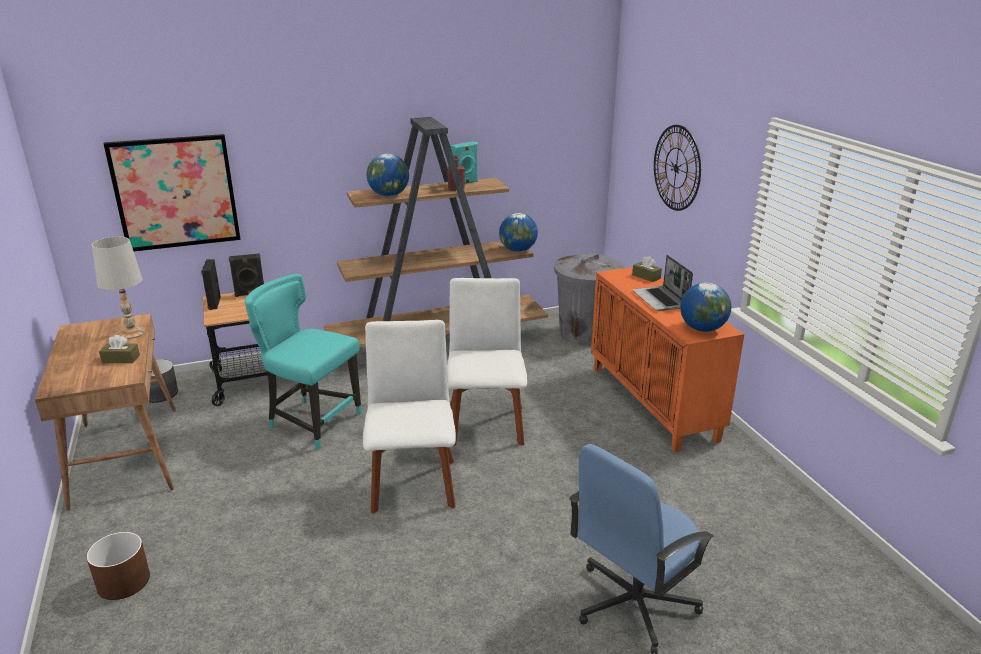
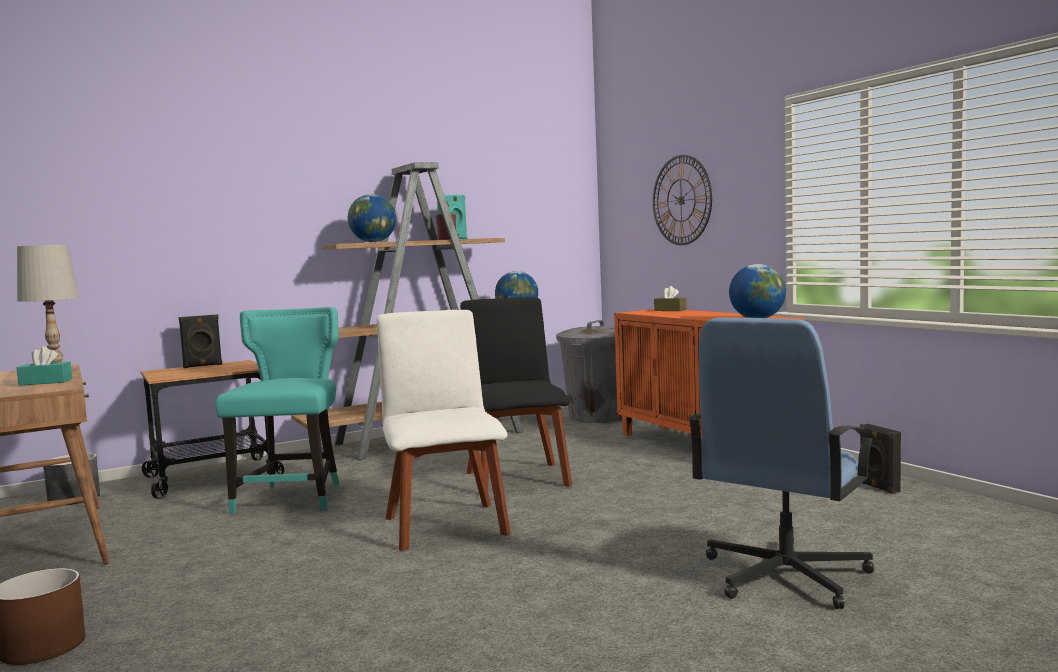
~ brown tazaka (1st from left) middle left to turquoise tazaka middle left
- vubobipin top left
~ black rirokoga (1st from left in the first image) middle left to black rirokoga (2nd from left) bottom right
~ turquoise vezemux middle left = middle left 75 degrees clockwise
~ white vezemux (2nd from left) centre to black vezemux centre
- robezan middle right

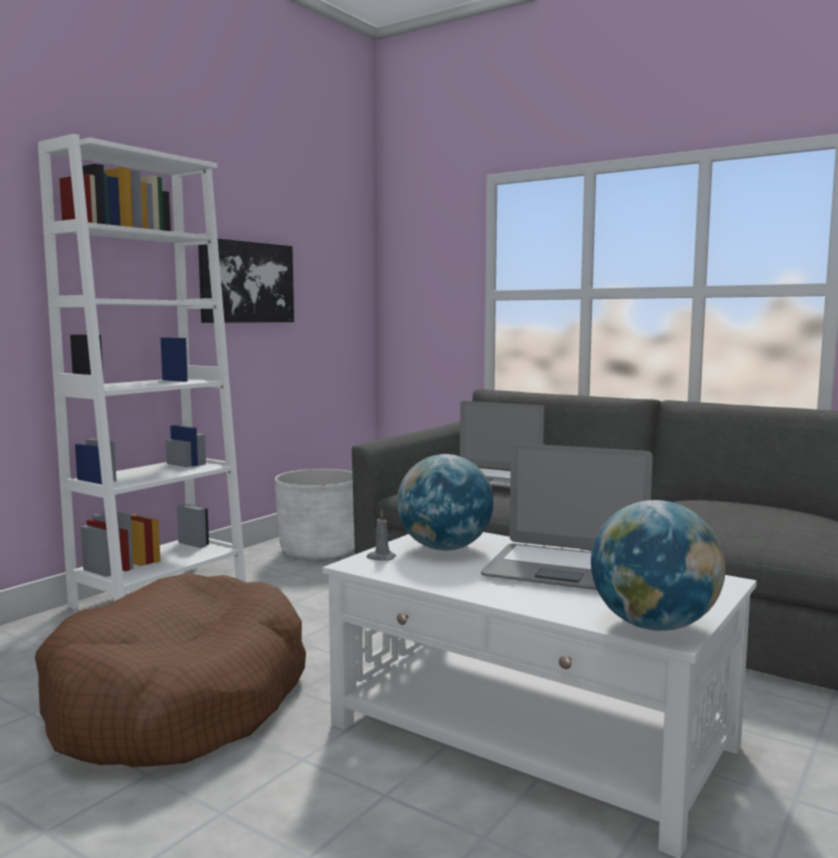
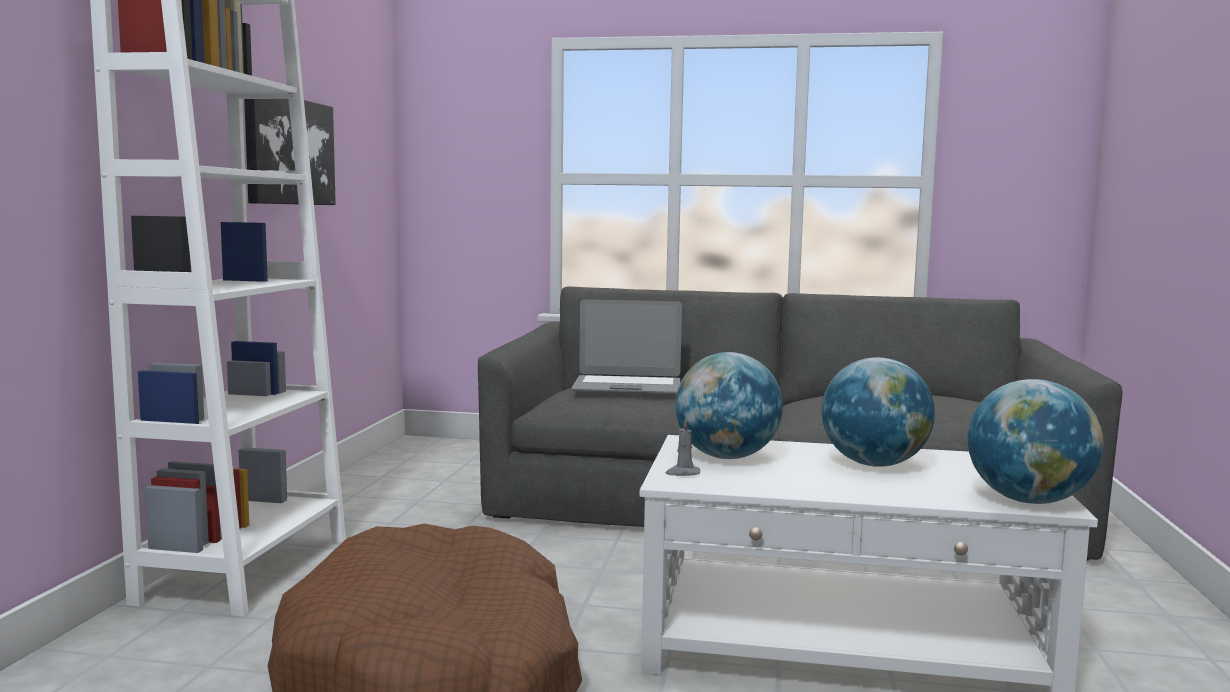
- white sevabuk centre
~ robezan (2nd from left) middle right to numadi (2nd from left) middle right

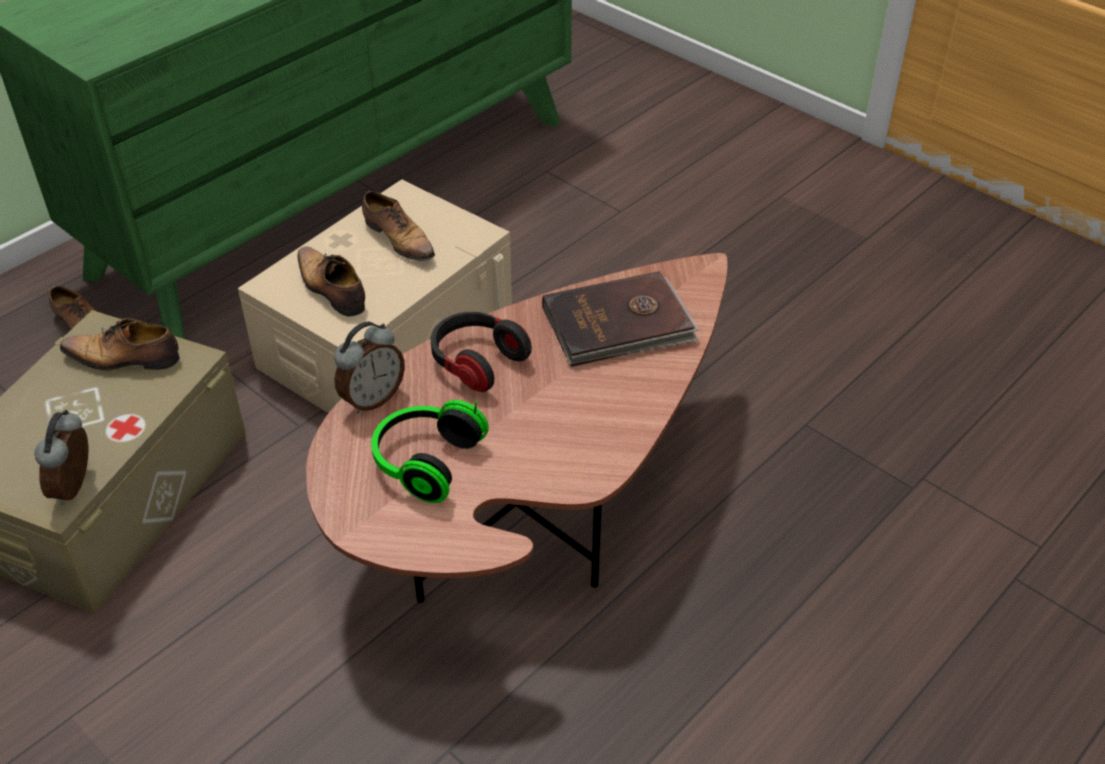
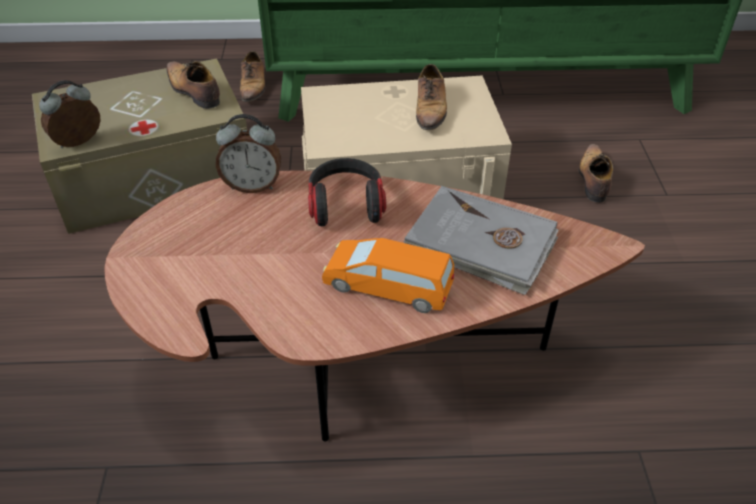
~ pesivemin (3rd from left in the first image) middle left to pesivemin (4th from left) middle right
- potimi (1st from left) centre
~ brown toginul centre to grey toginul centre
+ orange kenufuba centre

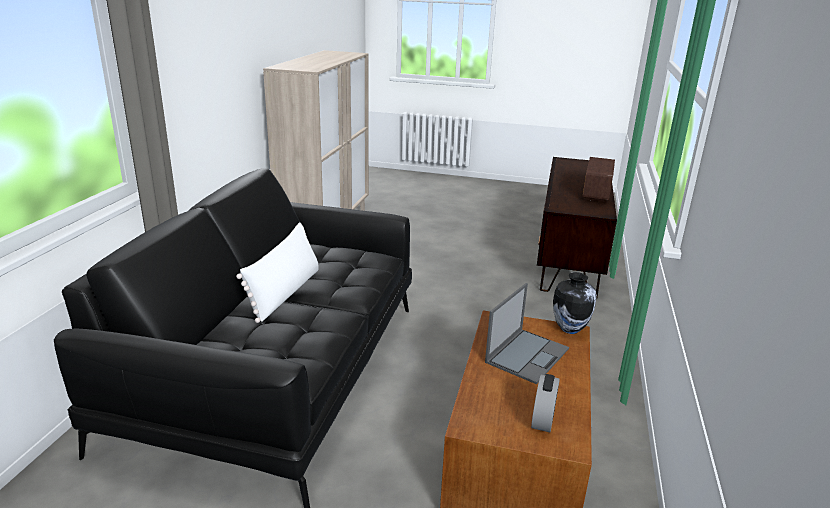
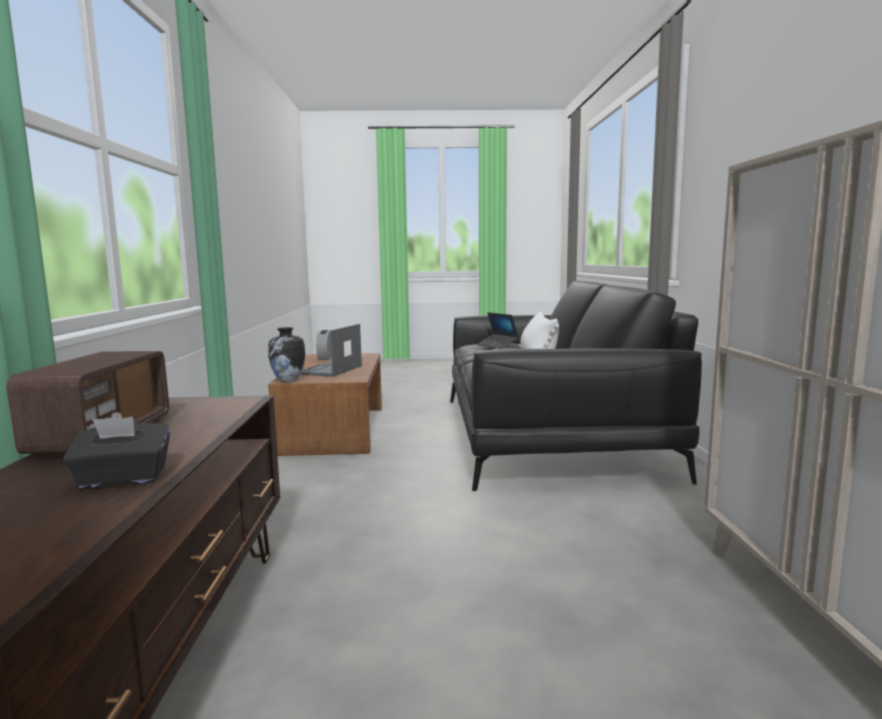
+ black tazaka middle left
+ robezan (2nd from left) centre

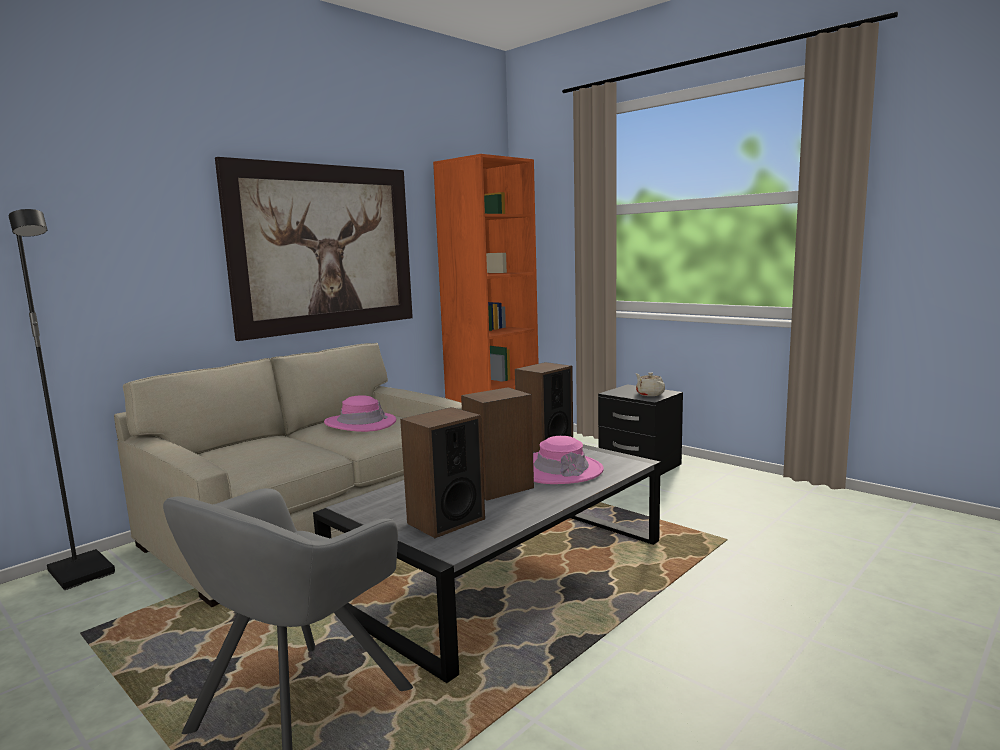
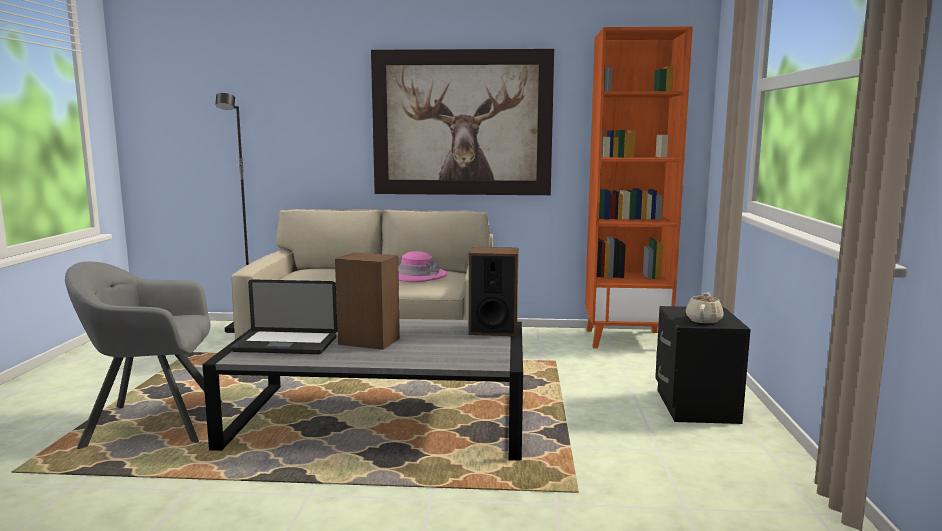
~ rirokoga (1st from left) centre to robezan middle left
- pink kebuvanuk (2nd from left) centre

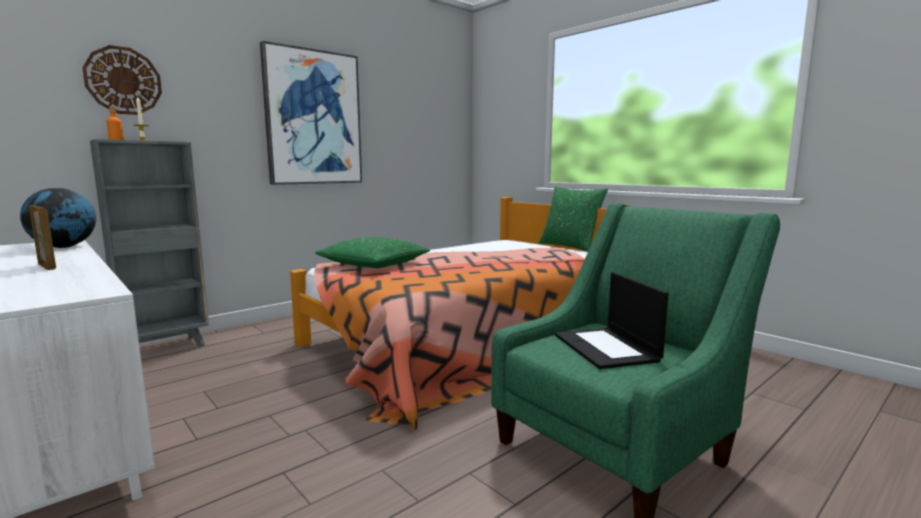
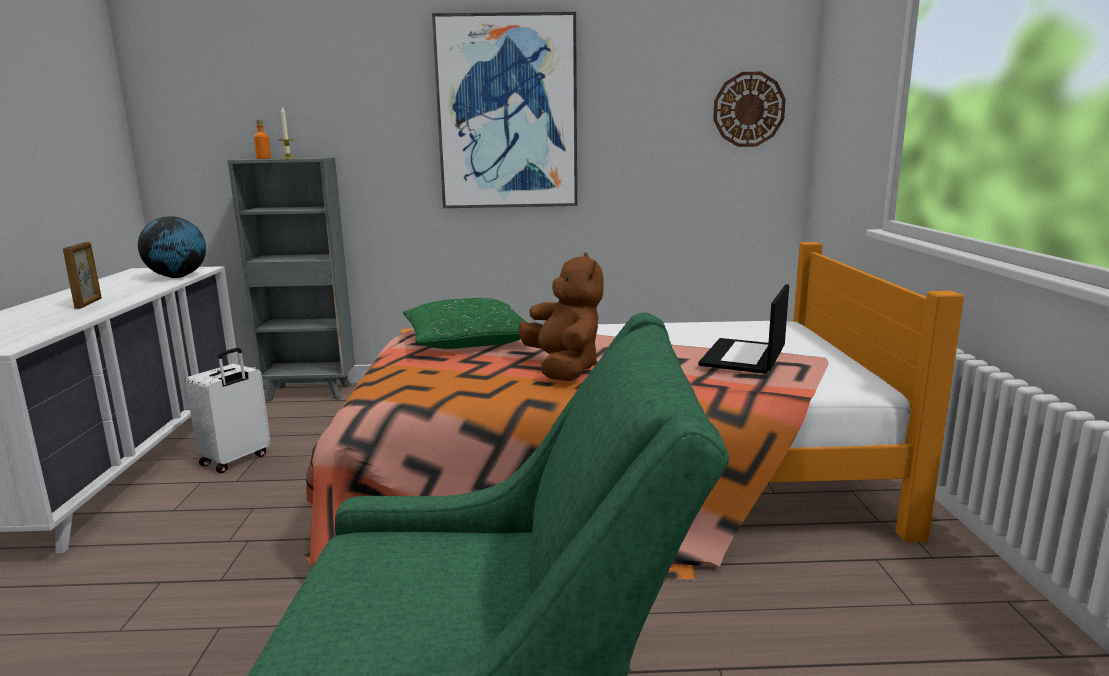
~ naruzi top left to top right
- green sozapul (2nd from left) centre
~ robezan centre to middle right
+ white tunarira middle left
+ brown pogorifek centre

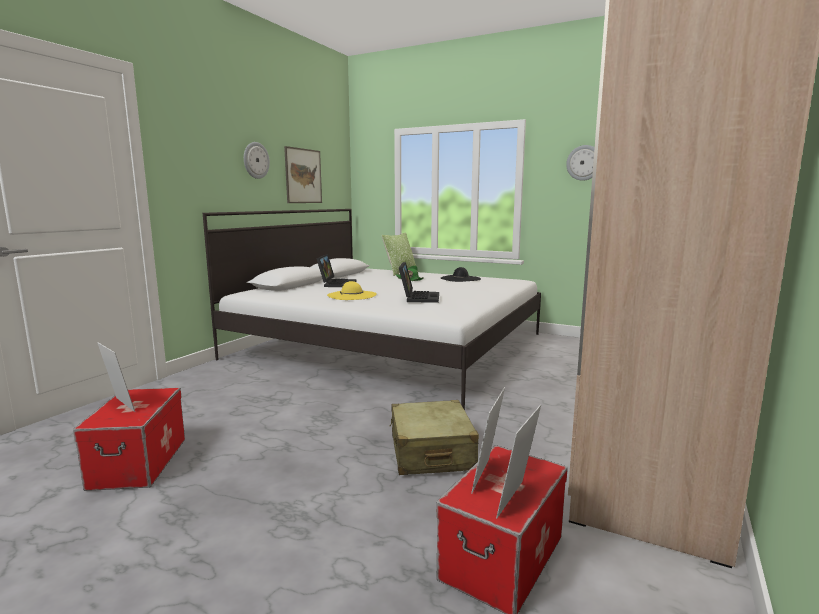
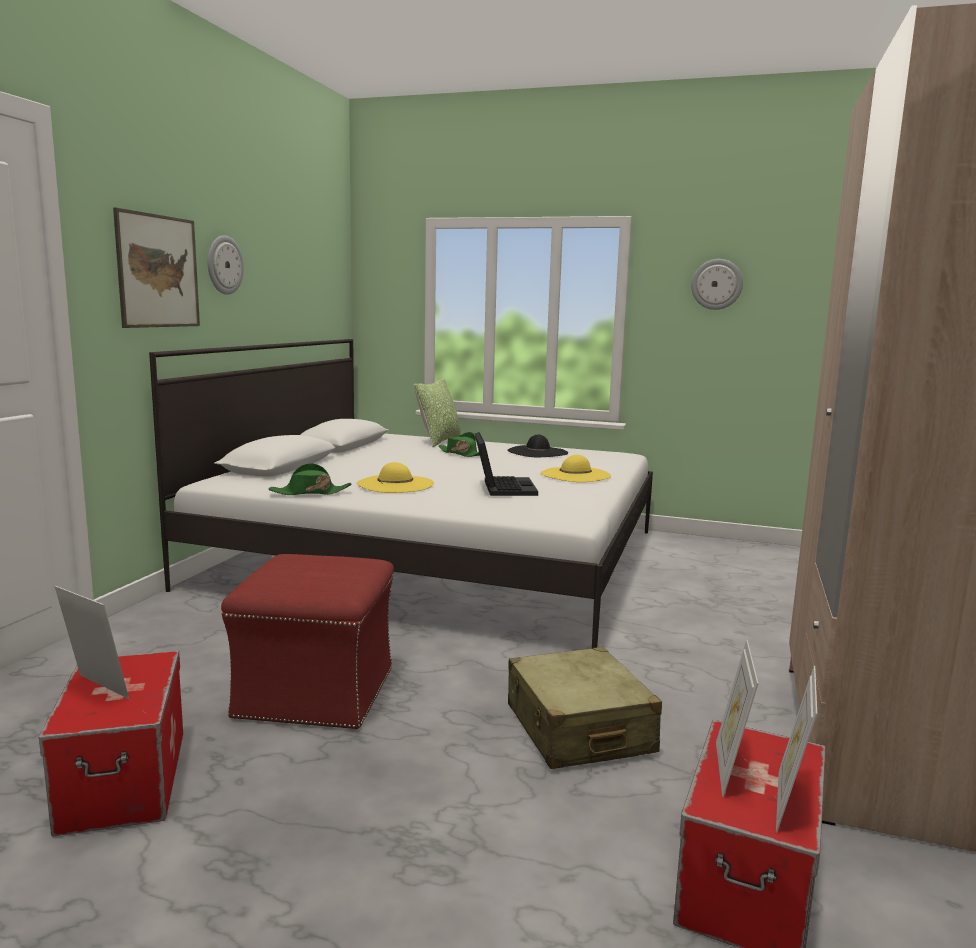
~ vubobipin top centre to top left
- robezan (1st from left) centre
+ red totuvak bottom left
+ green kebuvanuk (1st from left) middle left
+ yellow kebuvanuk (2nd from left) centre

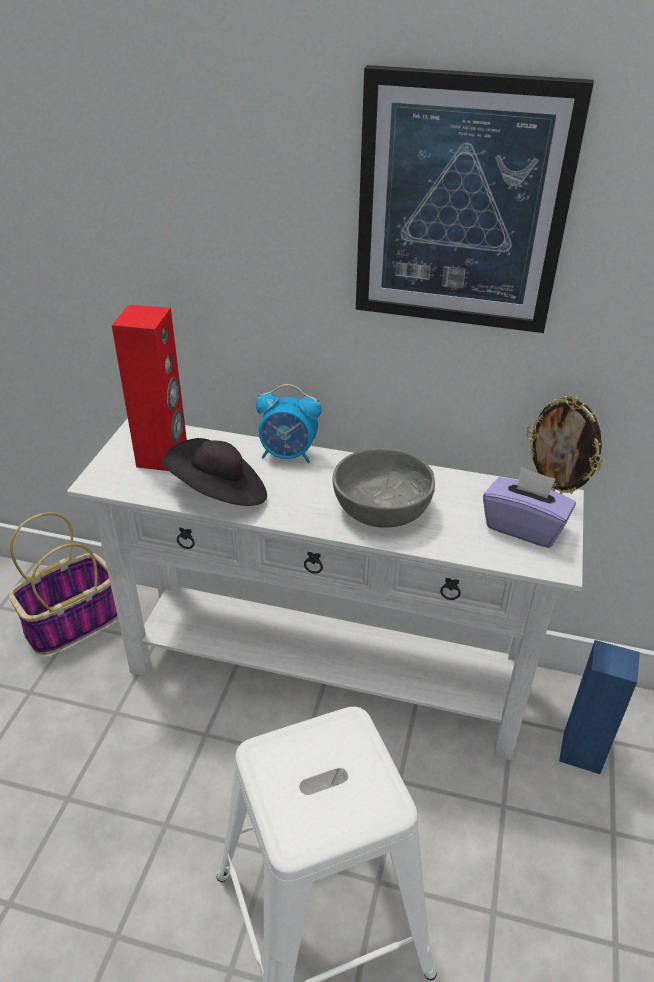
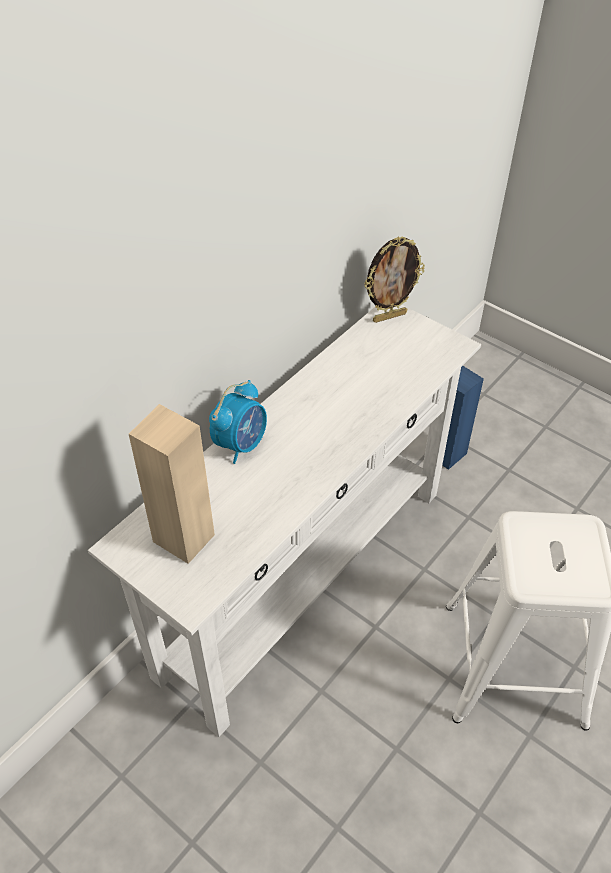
- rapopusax middle left
~ red rirokoga middle left to beige rirokoga middle left
- black kebuvanuk middle left
- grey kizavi centre
- vubobipin top right
- purple tazaka middle right

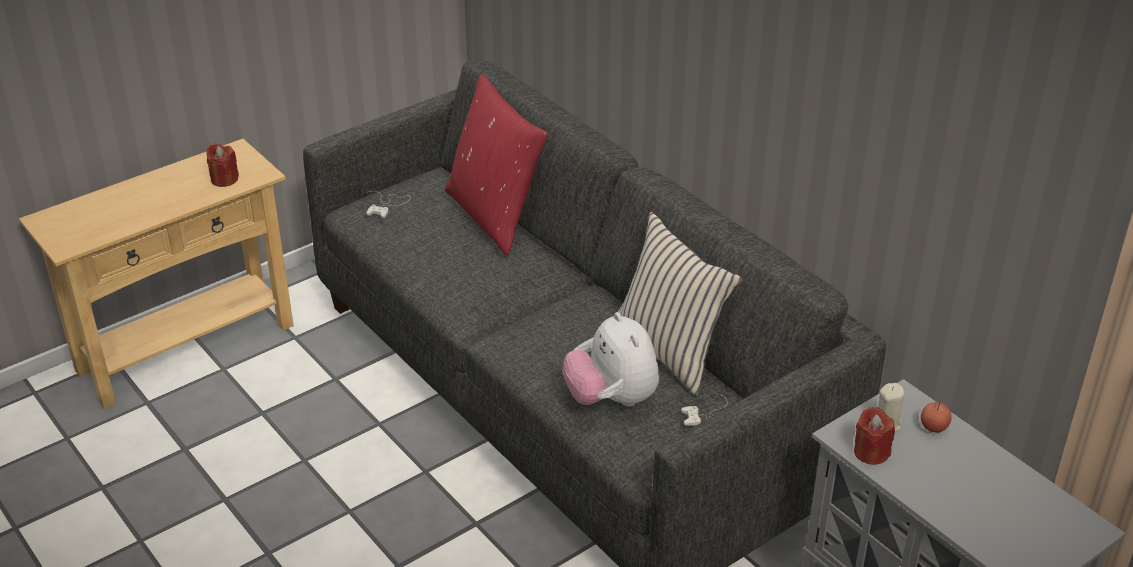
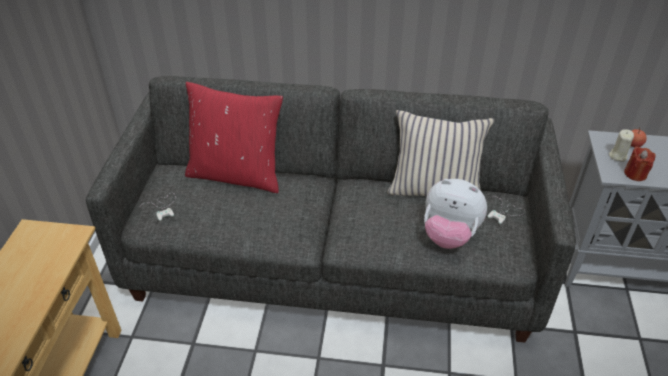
- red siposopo (1st from left) top left

